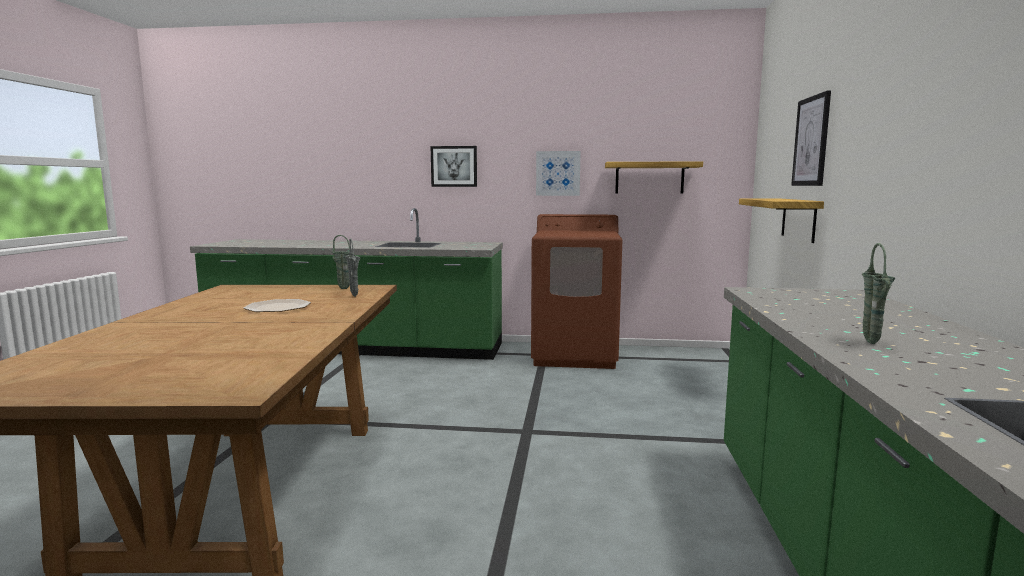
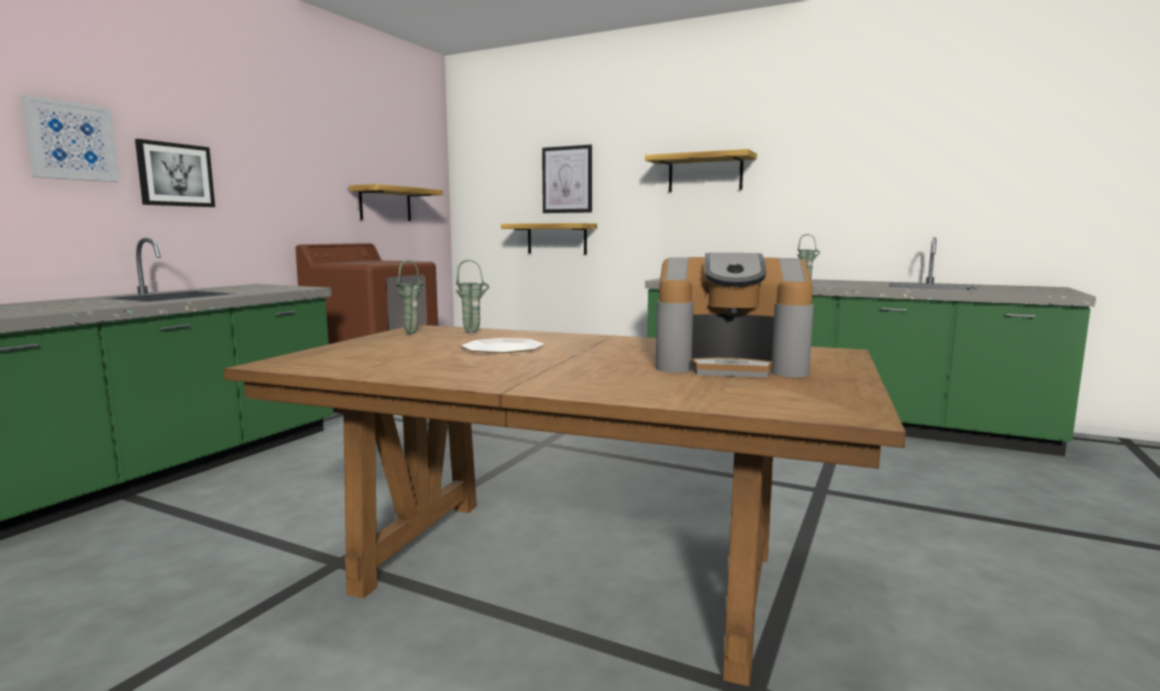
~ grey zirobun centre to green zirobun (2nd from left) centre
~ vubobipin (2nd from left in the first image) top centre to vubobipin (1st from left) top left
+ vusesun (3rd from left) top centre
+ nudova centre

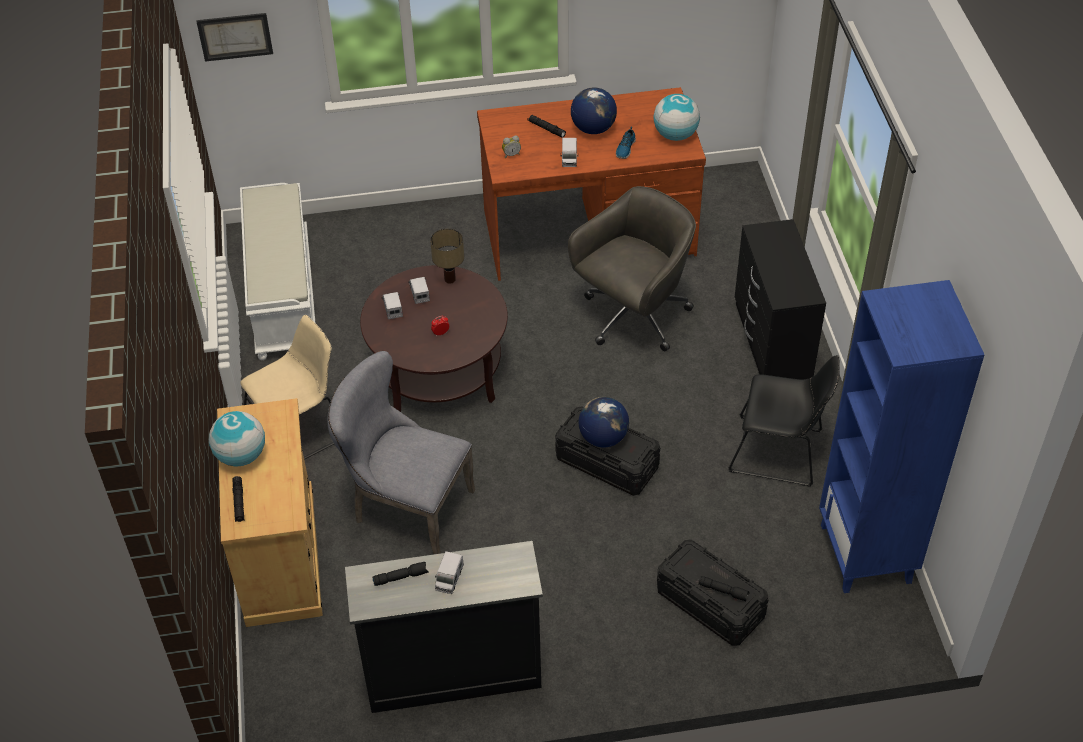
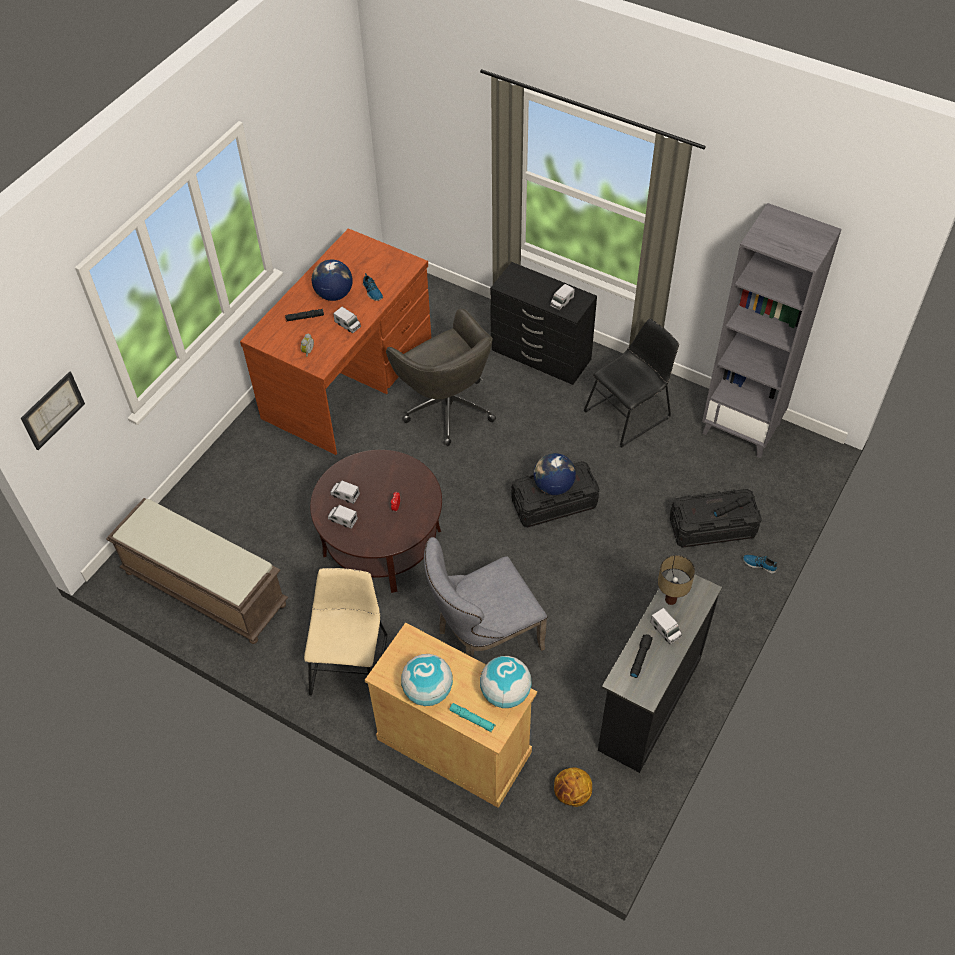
~ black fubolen (1st from left) bottom left to turquoise fubolen bottom centre
~ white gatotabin middle left to brown gatotabin middle left
~ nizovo centre to middle right
~ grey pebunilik centre = centre 150 degrees clockwise
~ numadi (4th from left in the first image) top centre to numadi (3rd from left) bottom centre
~ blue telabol middle right to grey telabol middle right
+ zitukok (4th from left) top centre
+ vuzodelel bottom centre
+ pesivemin (2nd from left) middle right

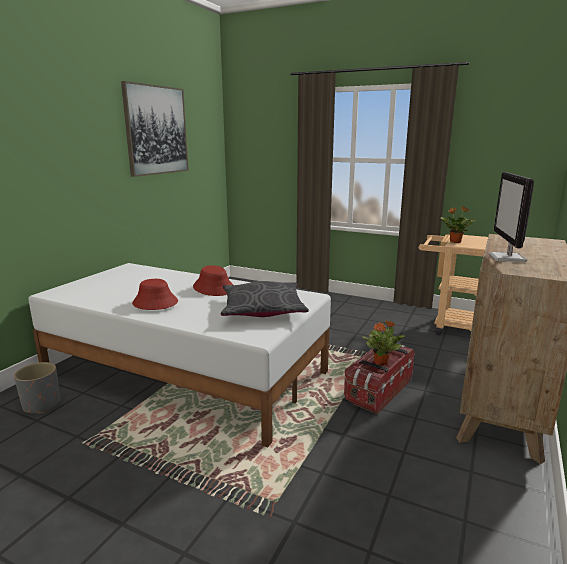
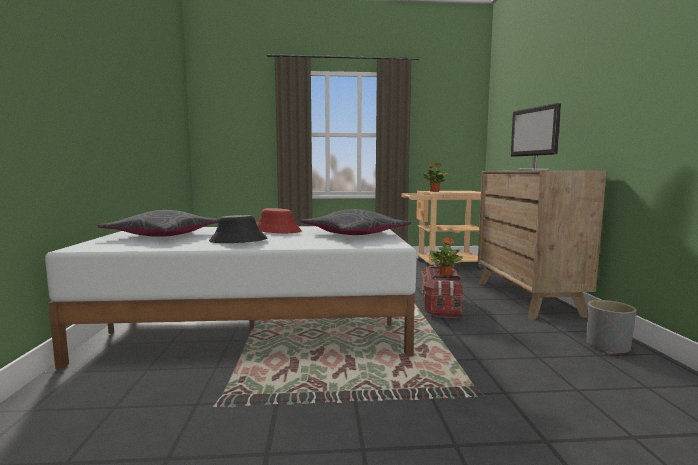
~ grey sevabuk bottom left to bottom right
- vubobipin top left
~ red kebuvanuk (1st from left) middle left to black kebuvanuk centre
+ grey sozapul (1st from left) middle left

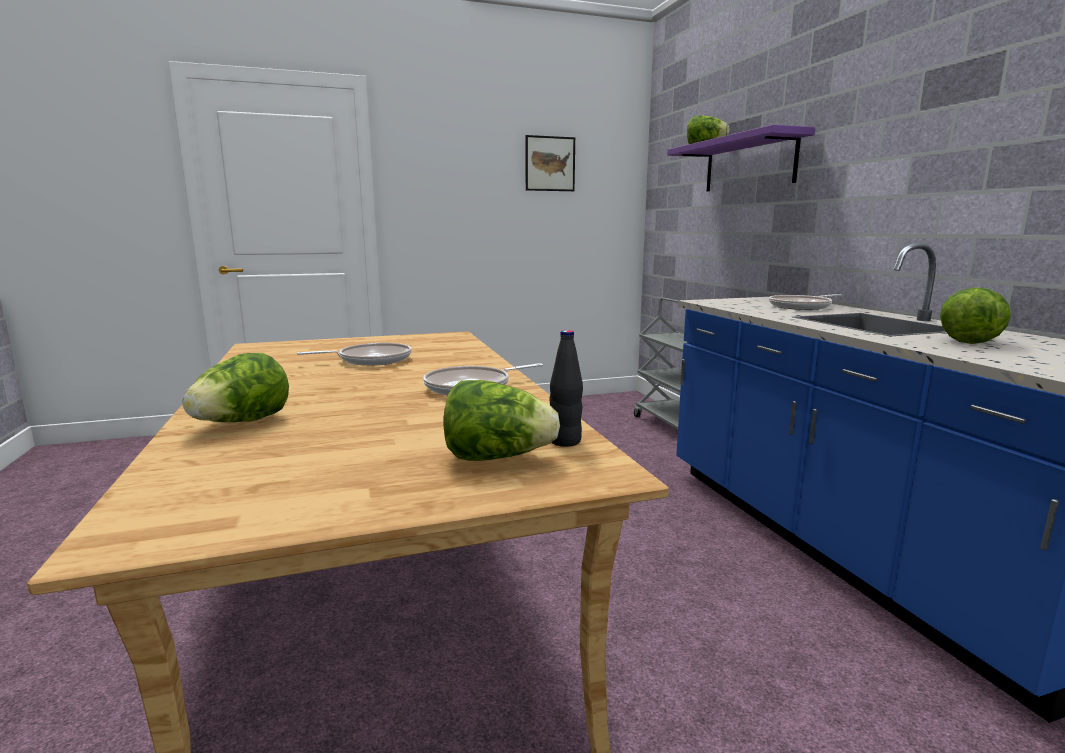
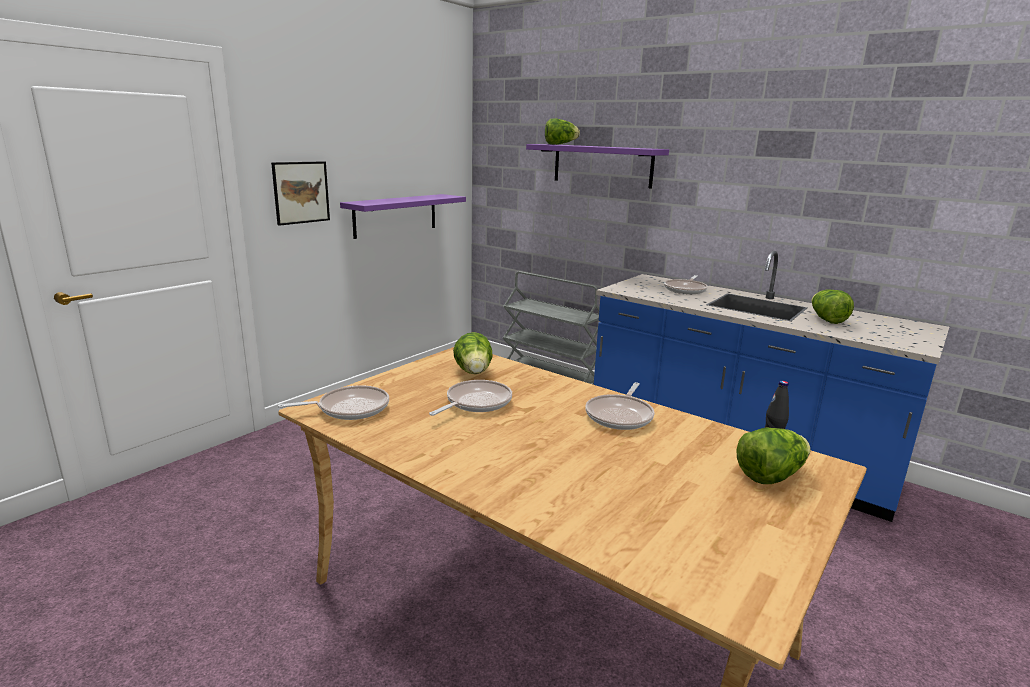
~ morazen (1st from left) middle left to centre
~ vubobipin top centre to top left
+ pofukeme (1st from left) middle left
+ purple vusesun (1st from left) top centre

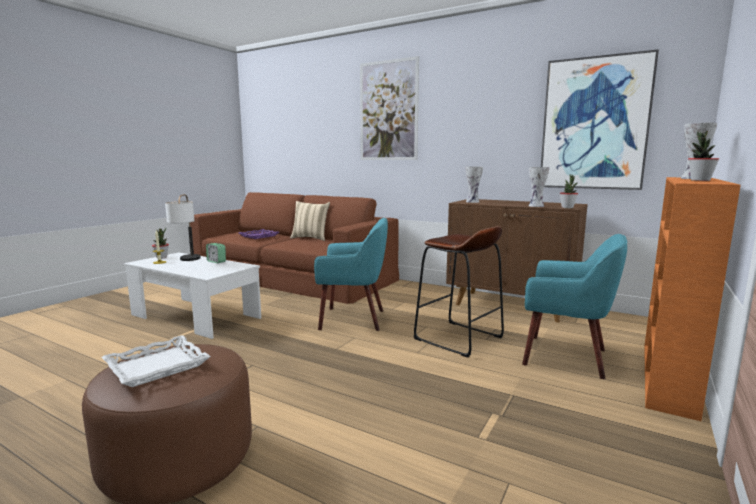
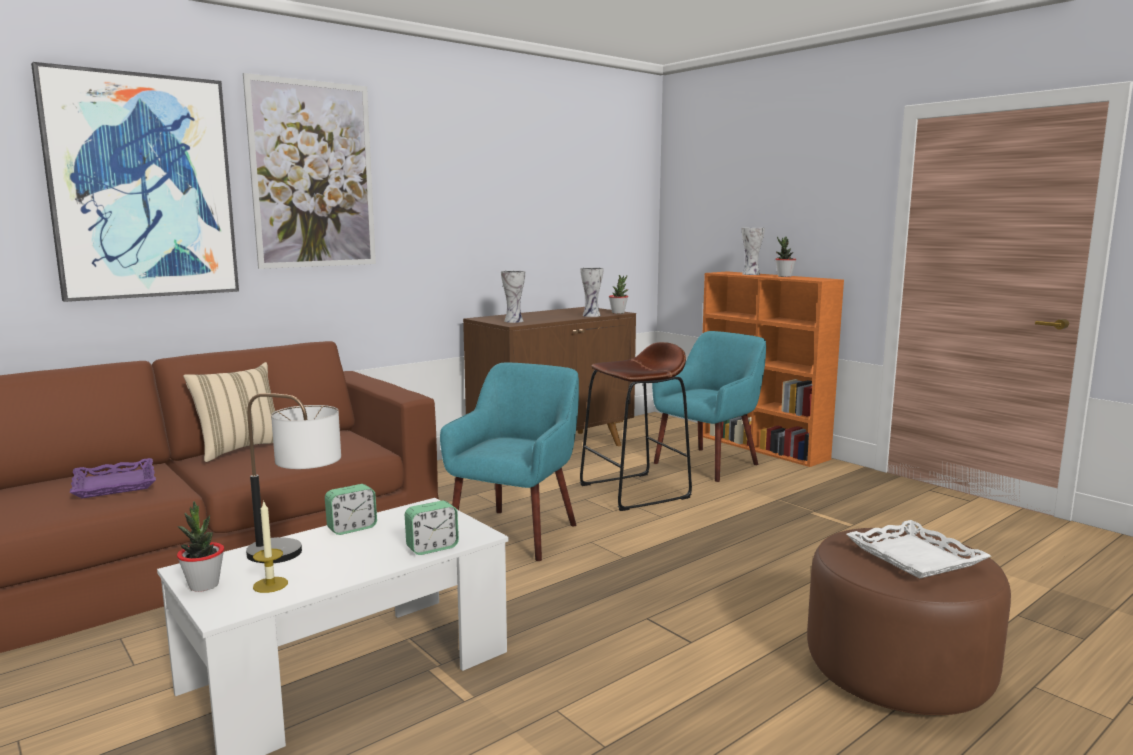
~ vubobipin (2nd from left in the first image) top right to vubobipin (1st from left) top left
+ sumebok (2nd from left) bottom centre

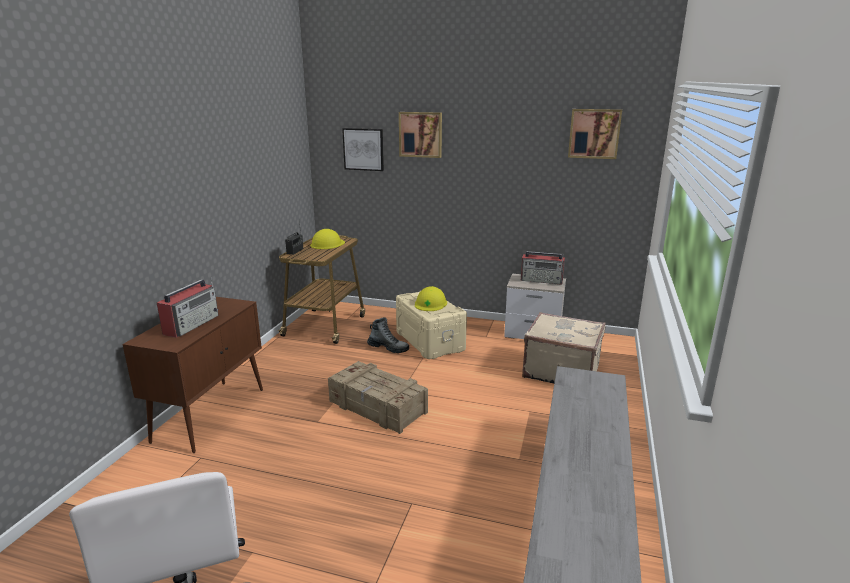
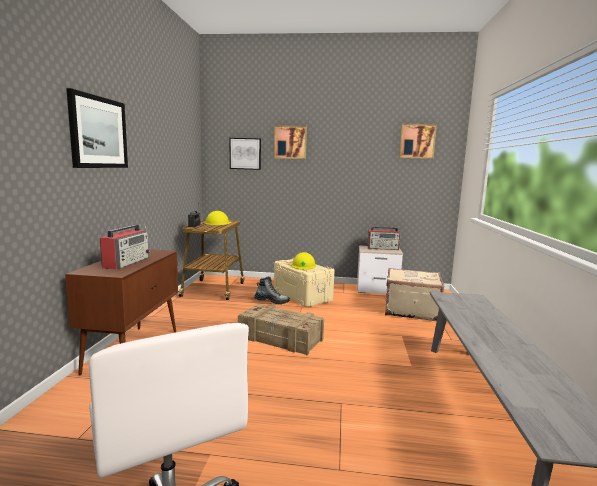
+ vubobipin (1st from left) top left

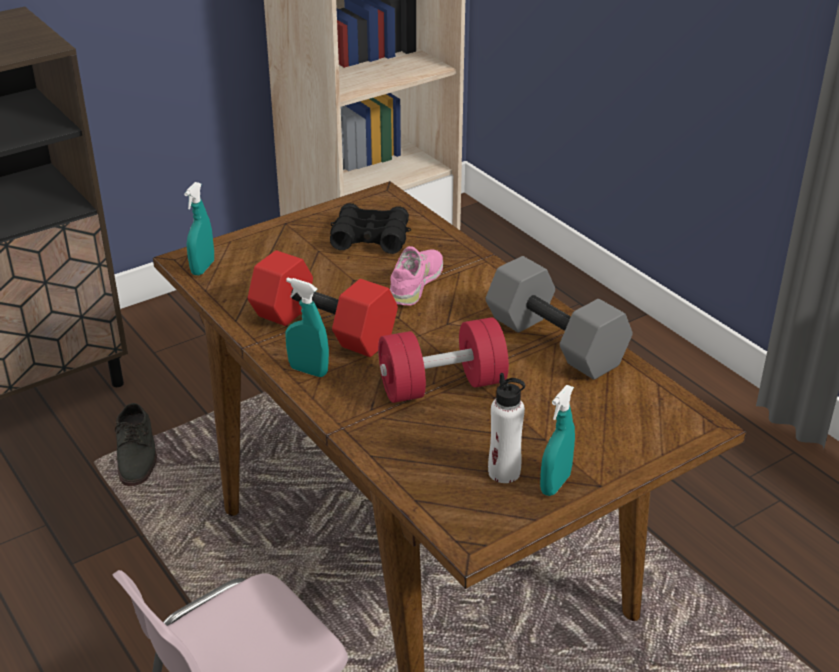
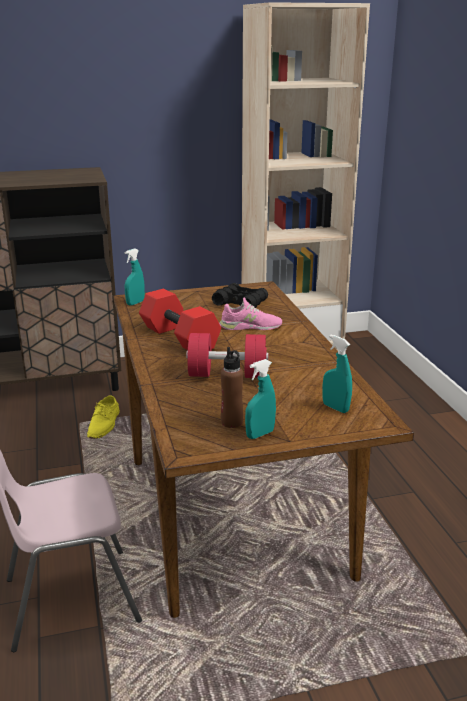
~ grey pesivemin middle left to yellow pesivemin middle left
~ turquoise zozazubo (2nd from left in the first image) centre to turquoise zozazubo (3rd from left) middle right
~ pink pesivemin centre = centre 45 degrees clockwise
- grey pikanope centre
~ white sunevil centre to brown sunevil centre

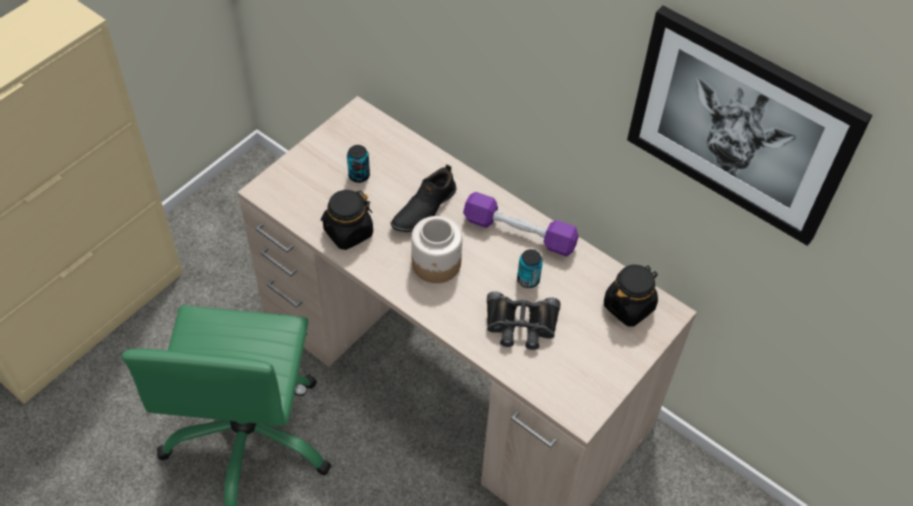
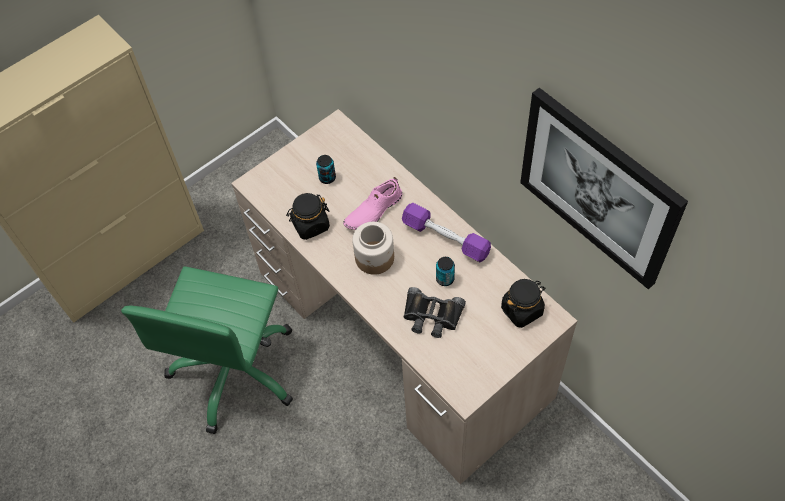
~ black pesivemin centre to pink pesivemin centre

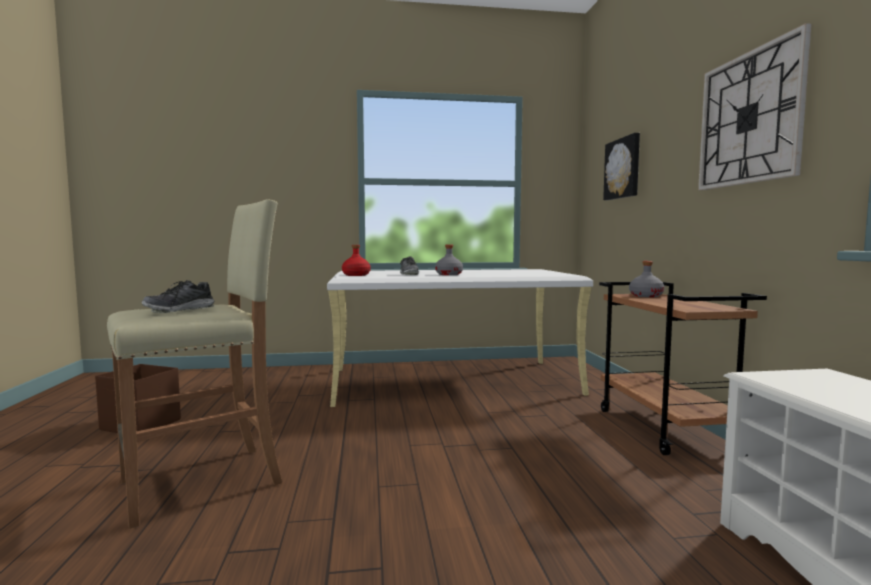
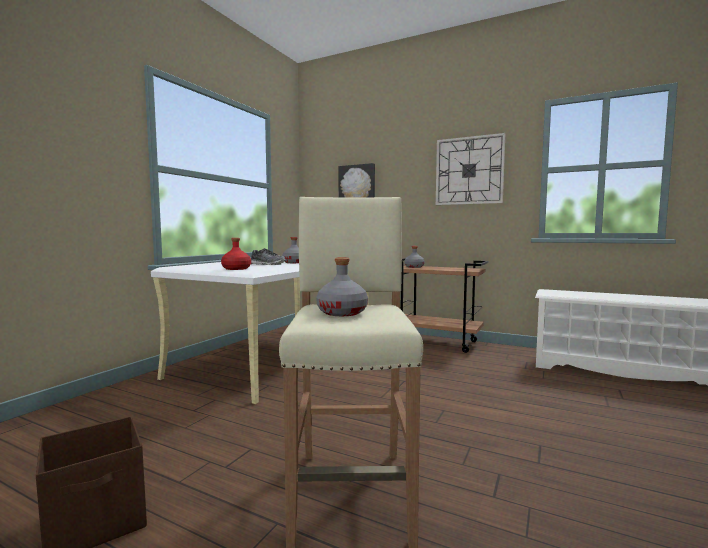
~ pesivemin (1st from left) middle left to grey sunevil (2nd from left) centre

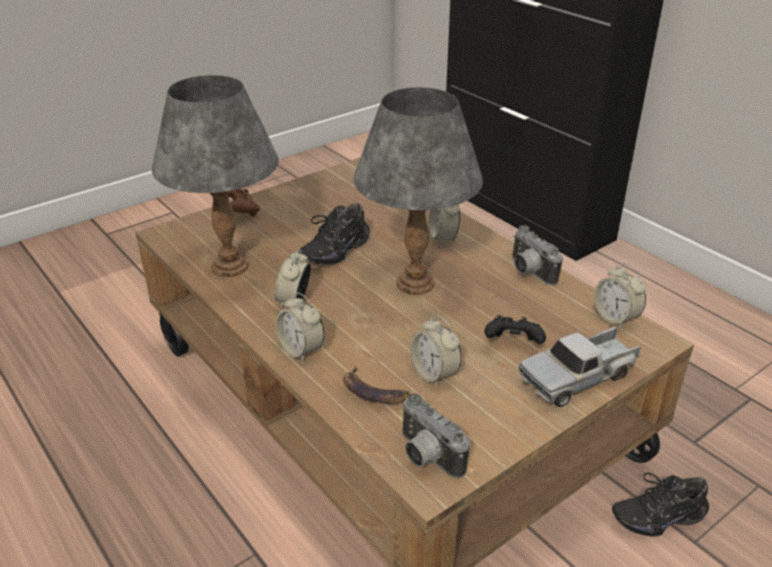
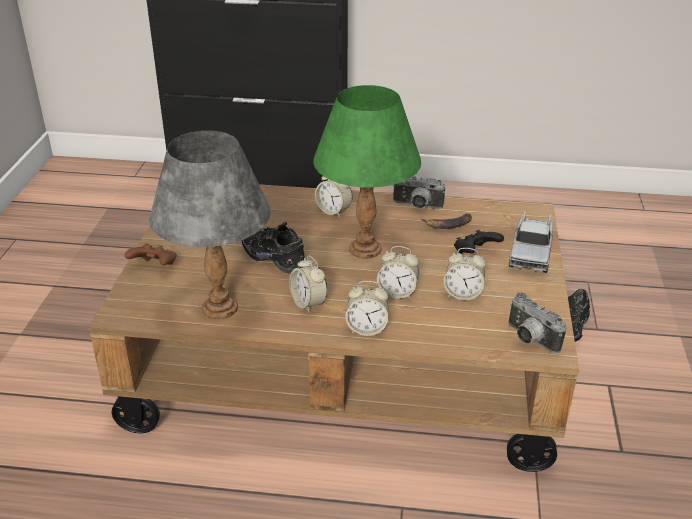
~ black pesivemin (1st from left) centre = centre 135 degrees clockwise
~ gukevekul bottom centre to centre
~ grey nizovo (2nd from left) centre to green nizovo top centre
~ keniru (1st from left in the first image) bottom centre = middle right 45 degrees clockwise
~ sumebok (5th from left in the first image) middle right to sumebok (4th from left) centre

